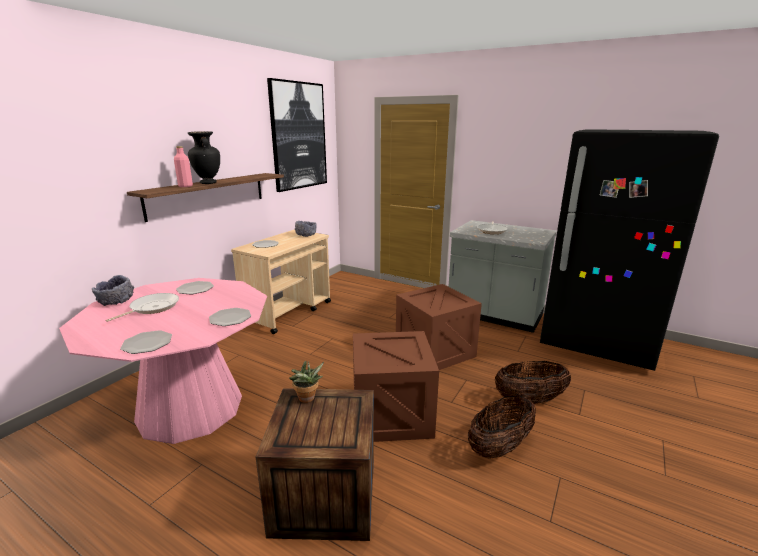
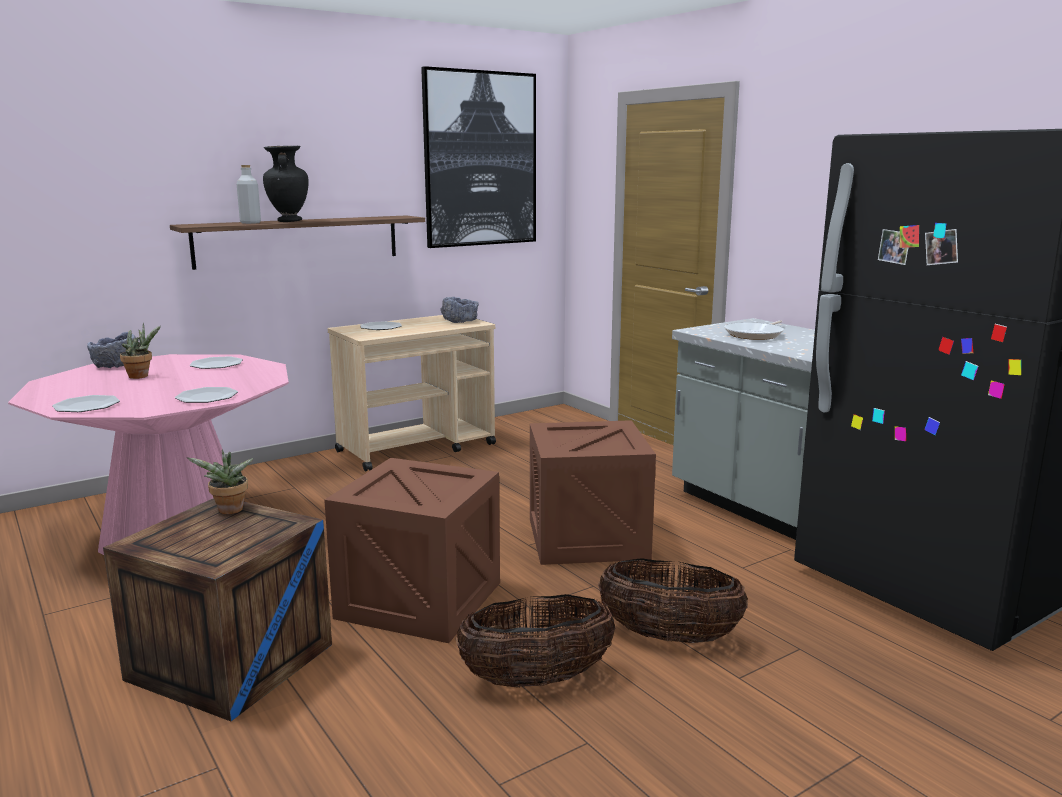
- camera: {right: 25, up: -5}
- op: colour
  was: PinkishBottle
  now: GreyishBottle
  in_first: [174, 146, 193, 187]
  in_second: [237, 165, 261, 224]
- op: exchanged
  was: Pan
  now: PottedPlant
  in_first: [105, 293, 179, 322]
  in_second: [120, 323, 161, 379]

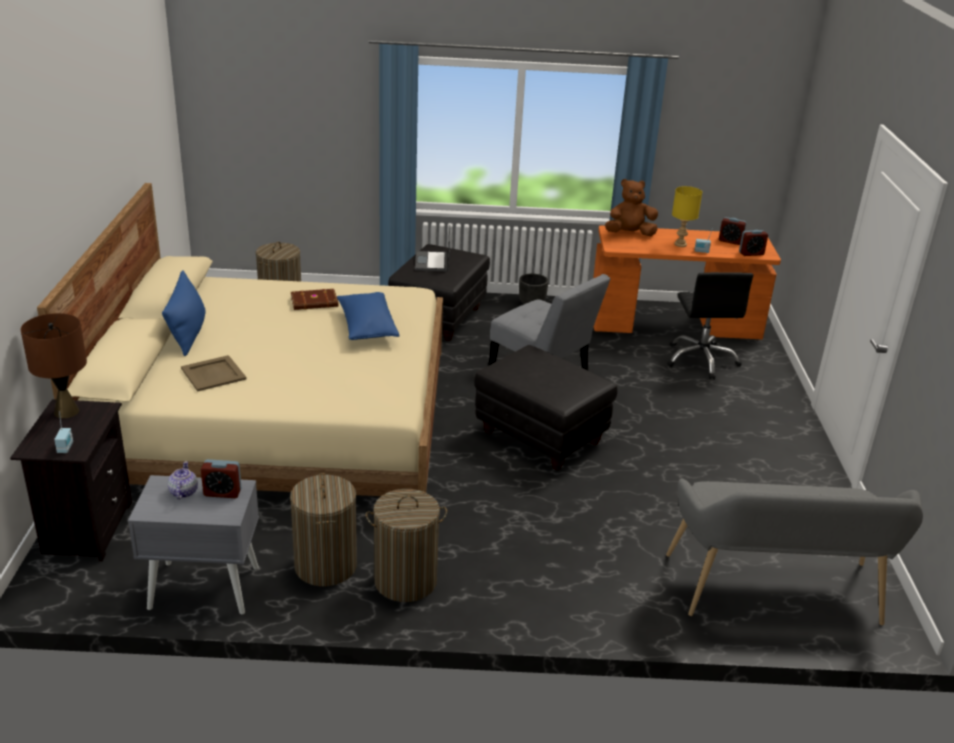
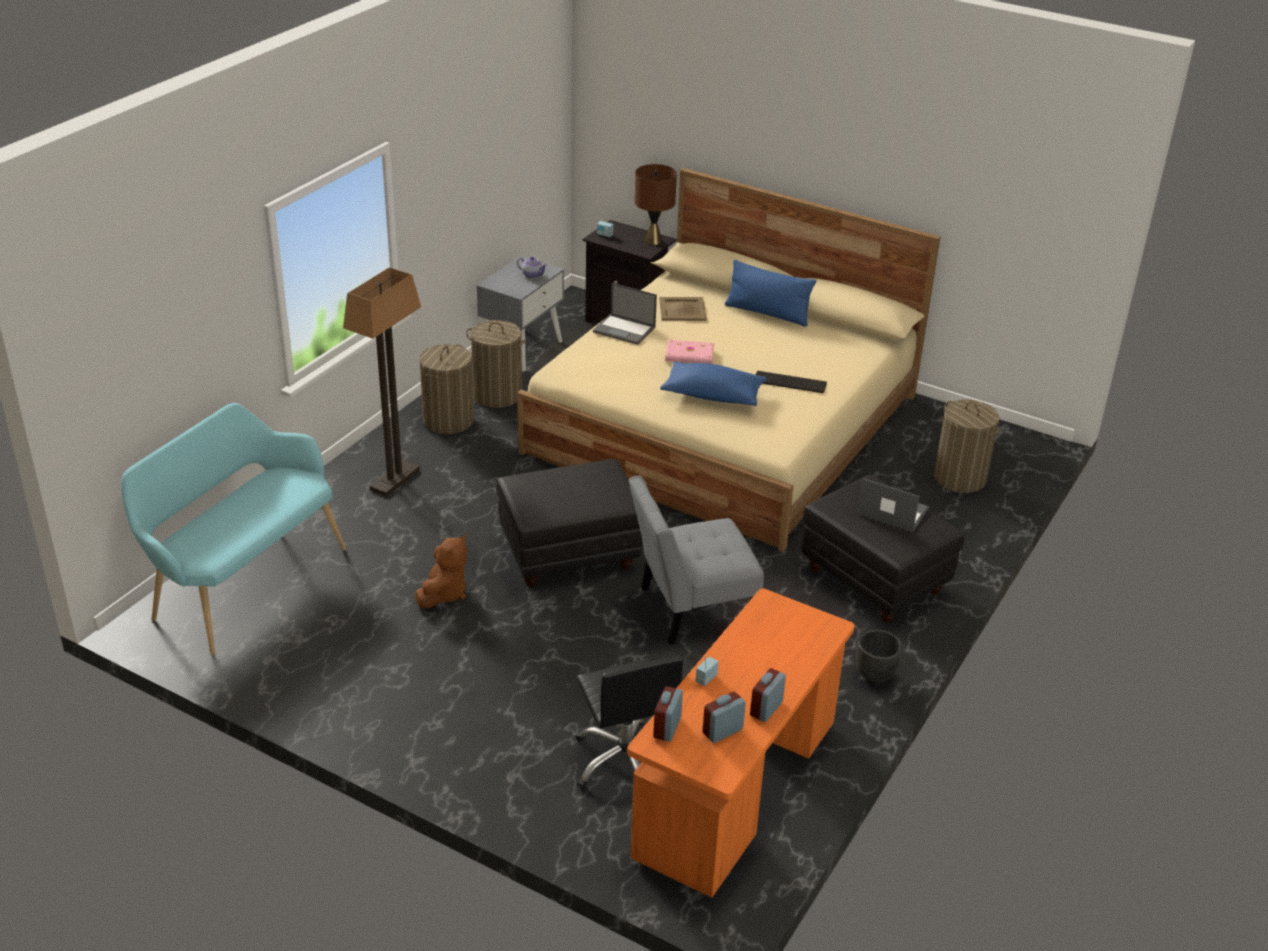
- camera: {right: 120, up: 5}
- op: relocated
  was: BrownishSoftToy
  in_first: [605, 179, 658, 236]
  in_second: [415, 535, 467, 608]
- op: missing
  was: YellowishTableLamp
  in_first: [672, 186, 702, 247]
- op: spun
  was: BlackishComputerChair
  in_first: [667, 272, 753, 379]
  in_second: [576, 656, 684, 790]
  clockwise: -135
- op: exchanged
  was: BrownishVolume
  now: PcKeyboard
  in_first: [291, 289, 339, 310]
  in_second: [756, 371, 827, 393]
- op: relocated
  was: TableClock
  in_first: [201, 459, 241, 498]
  in_second: [750, 668, 786, 722]
- op: colour
  was: GreyishBench
  now: TurquoiseColouredBench
  in_first: [666, 479, 923, 625]
  in_second: [121, 403, 346, 655]
- op: appeared
  now: StandardLamp
  in_second: [343, 267, 421, 497]
- op: appeared
  now: NotebookComputer
  in_second: [593, 283, 657, 345]
- op: appeared
  now: PinkishVolume
  in_second: [665, 340, 714, 364]

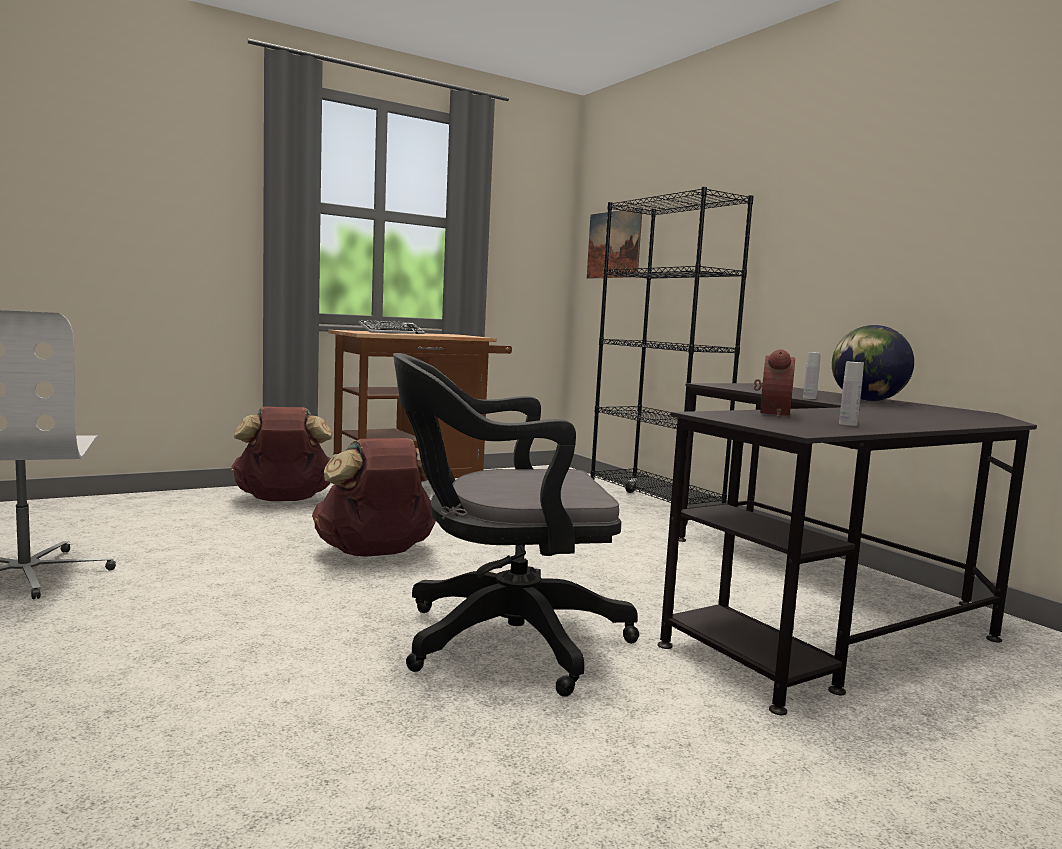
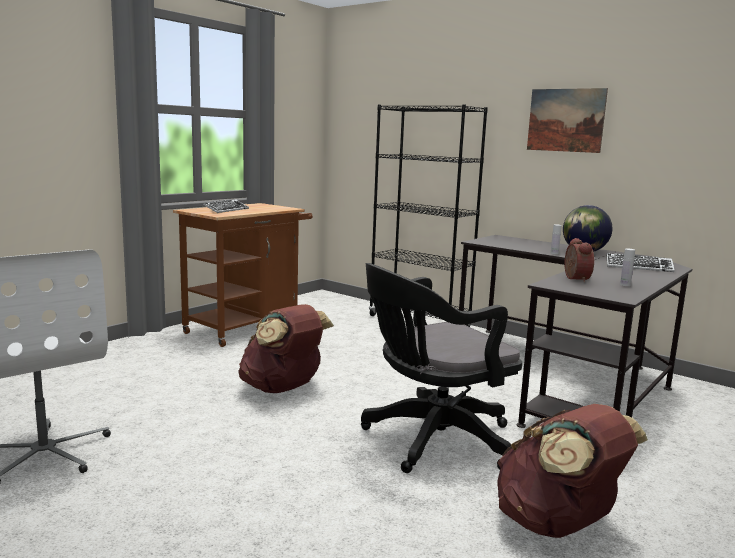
- camera: {right: -20, up: 5}
- op: relocated
  was: WallArt
  in_first: [587, 207, 642, 279]
  in_second: [527, 88, 608, 153]
- op: relocated
  was: BrownishRucksack
  in_first: [231, 407, 332, 501]
  in_second: [497, 404, 648, 538]
- op: appeared
  now: PcKeyboard
  in_second: [606, 253, 675, 272]

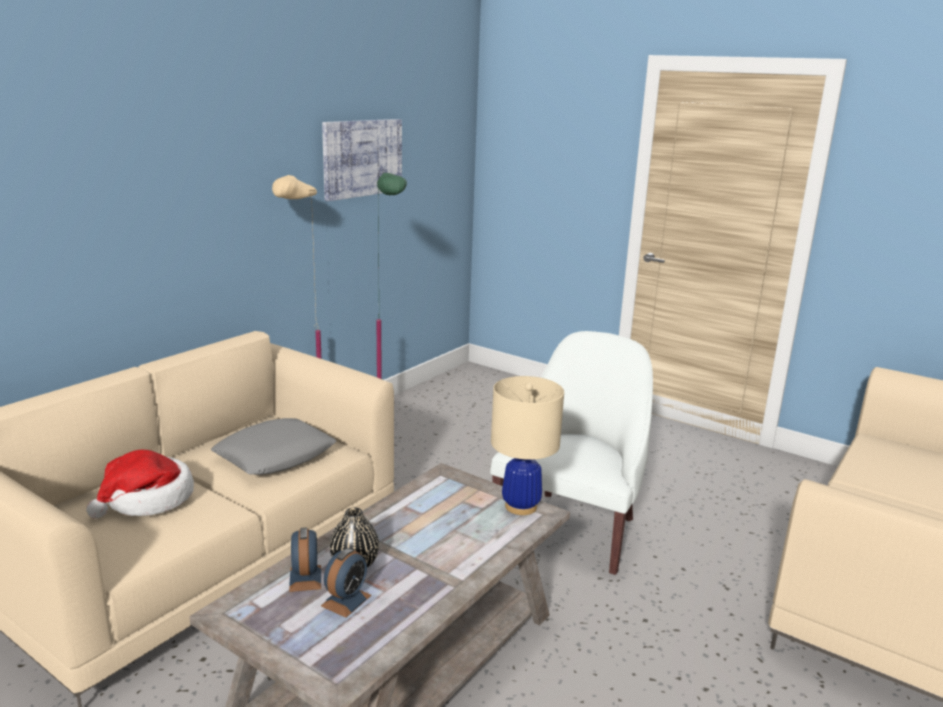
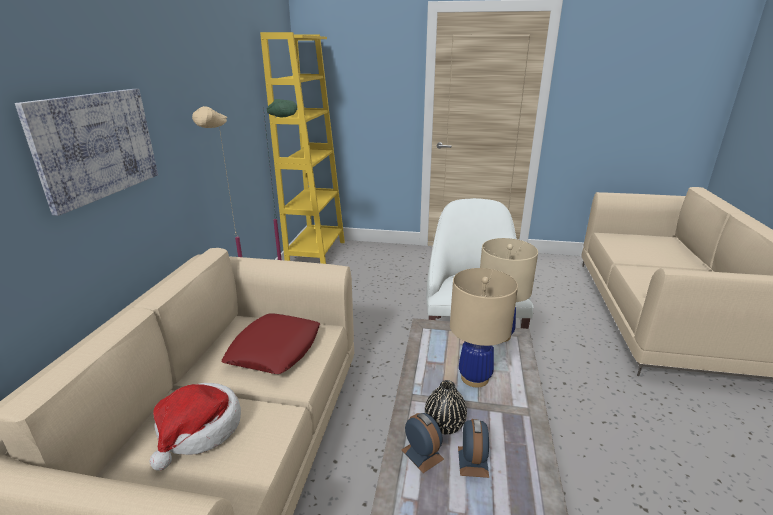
- camera: {right: -25, up: 5}
- op: relocated
  was: WallArt
  in_first: [322, 119, 402, 201]
  in_second: [15, 89, 158, 216]
- op: colour
  was: GreyishCushion
  now: ReddishCushion
  in_first: [211, 418, 336, 475]
  in_second: [222, 313, 320, 374]
- op: appeared
  now: YellowishBookshelf
  in_second: [260, 32, 345, 264]
- op: appeared
  now: BeigeTableLamp
  in_second: [450, 268, 518, 388]

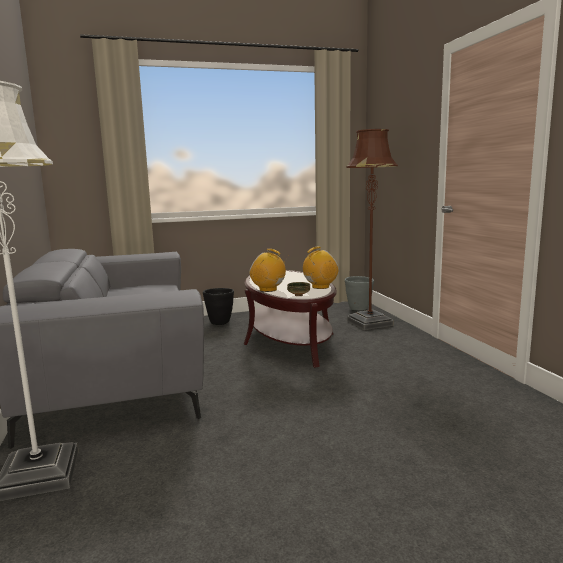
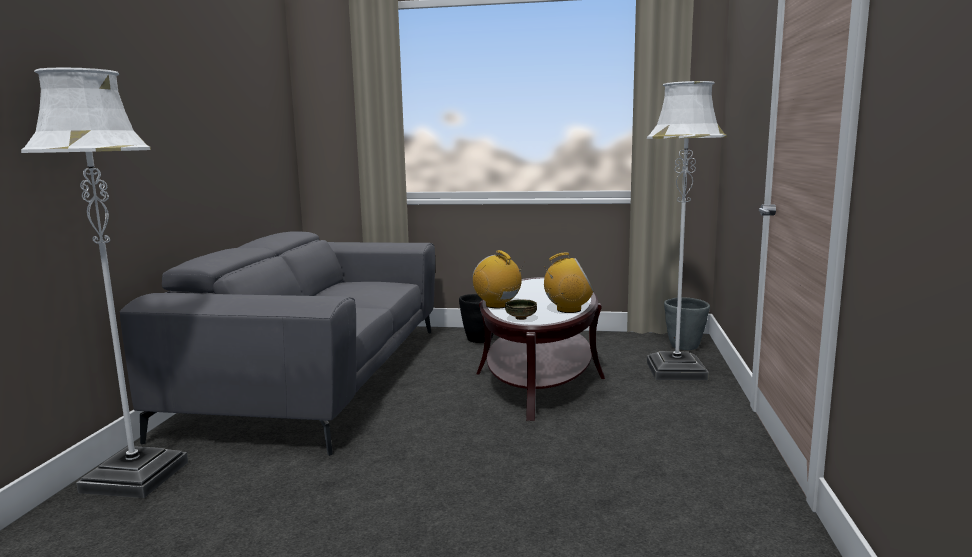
- camera: {right: 25, up: 0}
- op: colour
  was: BrownishStandardLamp
  now: WhitishStandardLamp
  in_first: [346, 129, 398, 330]
  in_second: [647, 81, 727, 380]

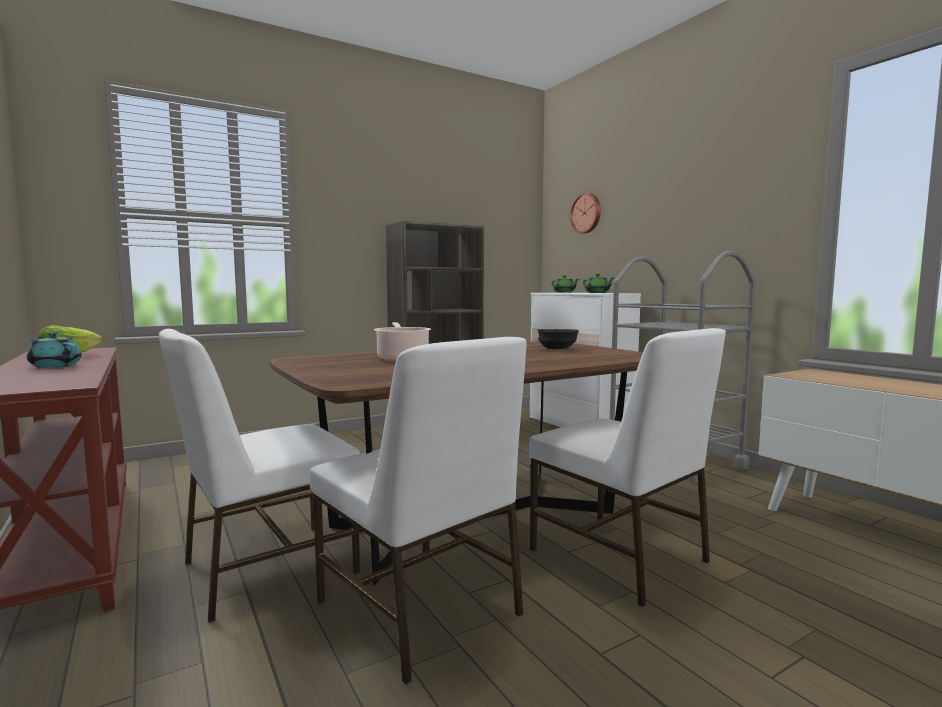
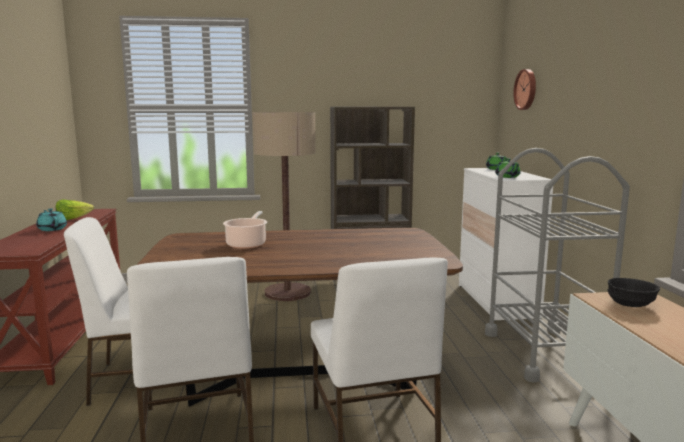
- camera: {right: 25, up: 5}
- op: relocated
  was: BlackishDeepDish
  in_first: [538, 329, 579, 349]
  in_second: [607, 278, 660, 307]
- op: appeared
  now: StandardLamp
  in_second: [252, 112, 316, 301]

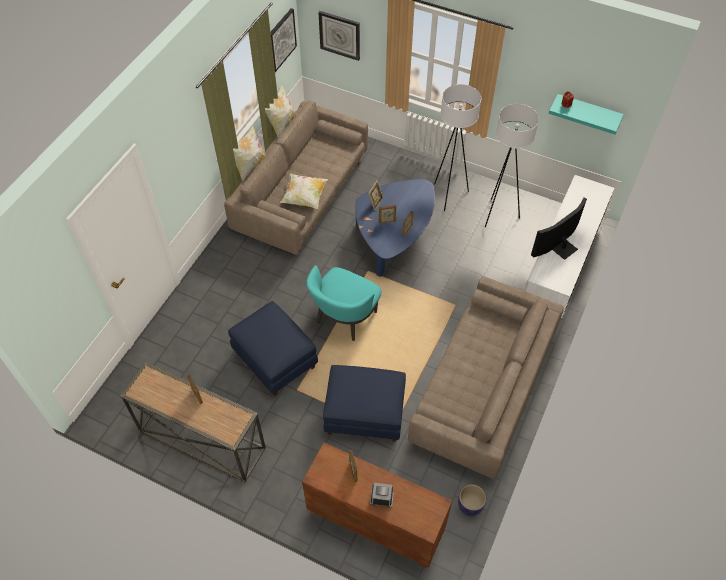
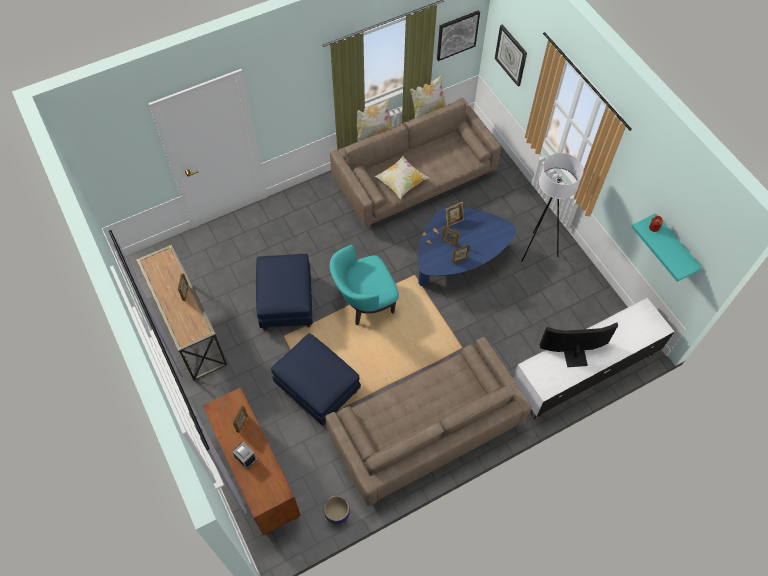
- camera: {right: 35, up: 5}
- op: missing
  was: WhitishStandardLamp
  in_first: [485, 104, 539, 227]

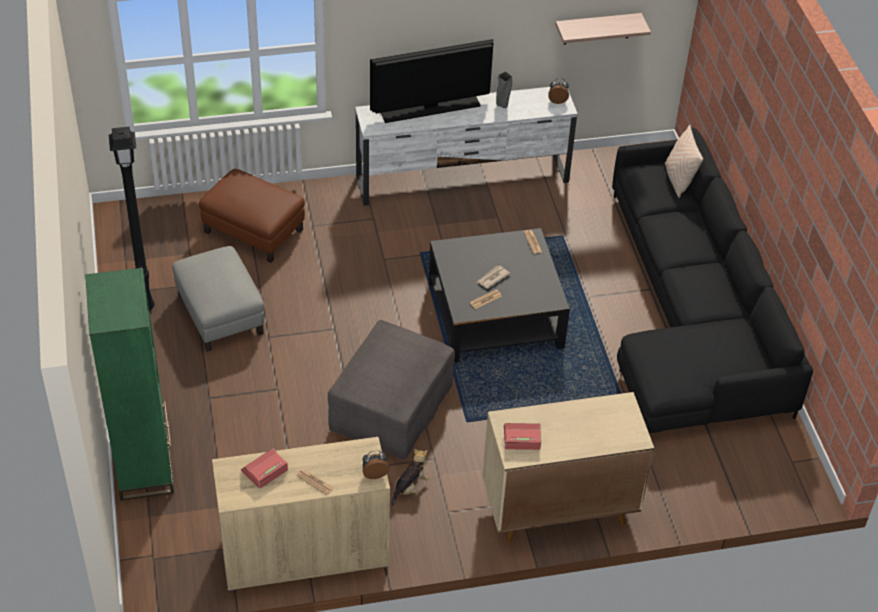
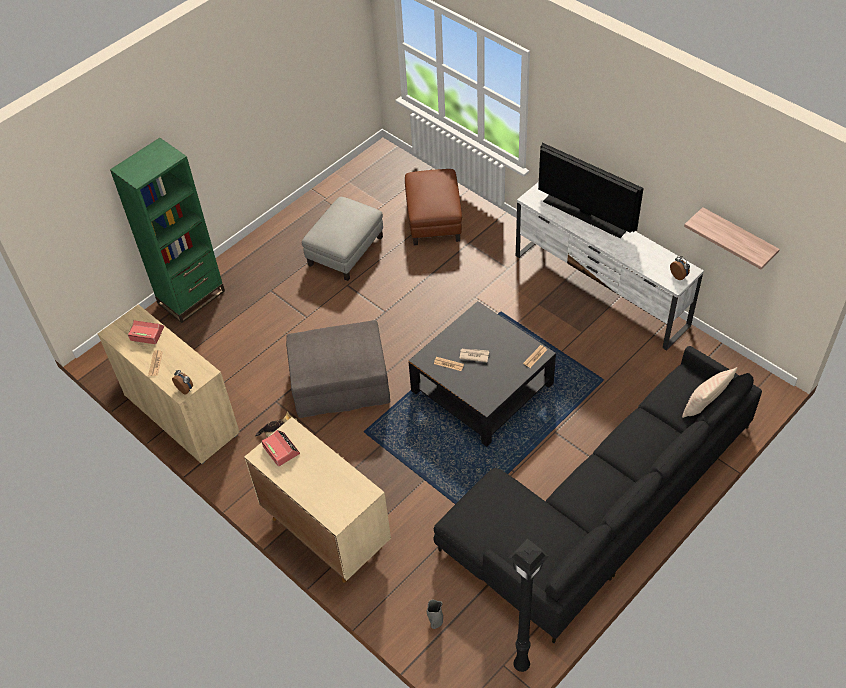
- camera: {right: 60, up: 5}
- op: relocated
  was: GreyishVase
  in_first: [496, 72, 512, 108]
  in_second: [427, 600, 443, 629]
- op: relocated
  was: BlackishStandardLamp
  in_first: [109, 127, 155, 311]
  in_second: [508, 539, 549, 672]

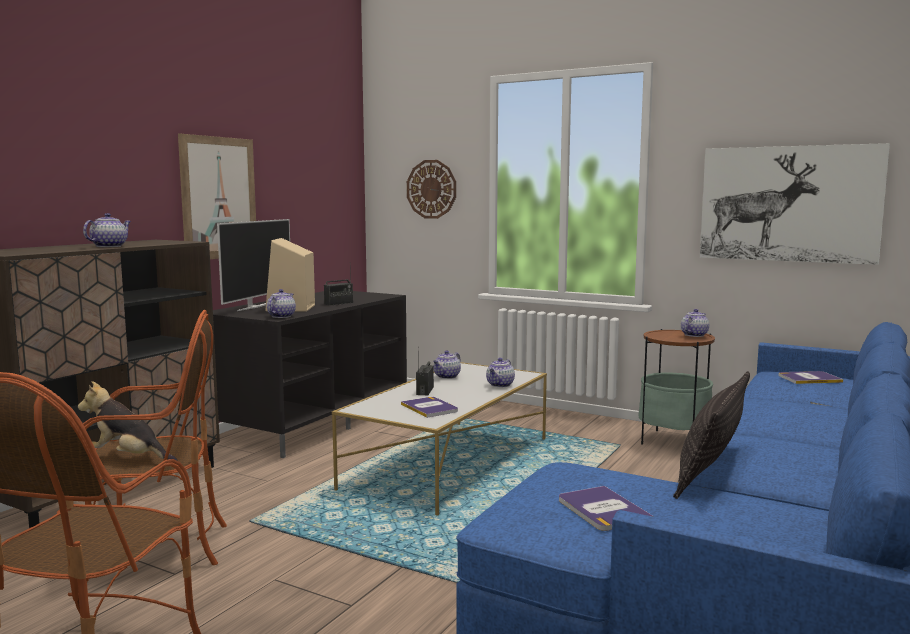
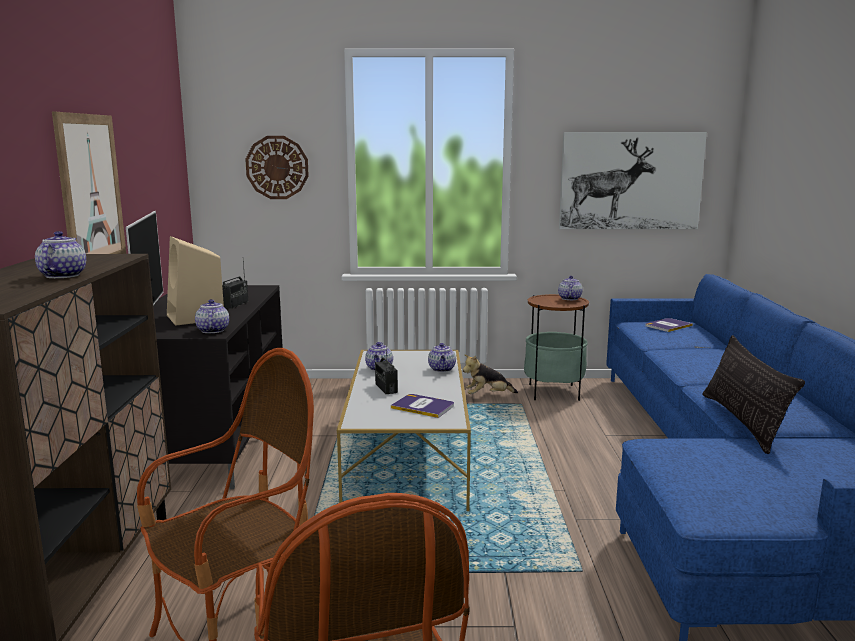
- camera: {right: -30, up: 5}
- op: relocated
  was: SoftToy
  in_first: [78, 381, 177, 460]
  in_second: [463, 354, 518, 394]
- op: missing
  was: Volume
  in_first: [559, 486, 653, 531]

